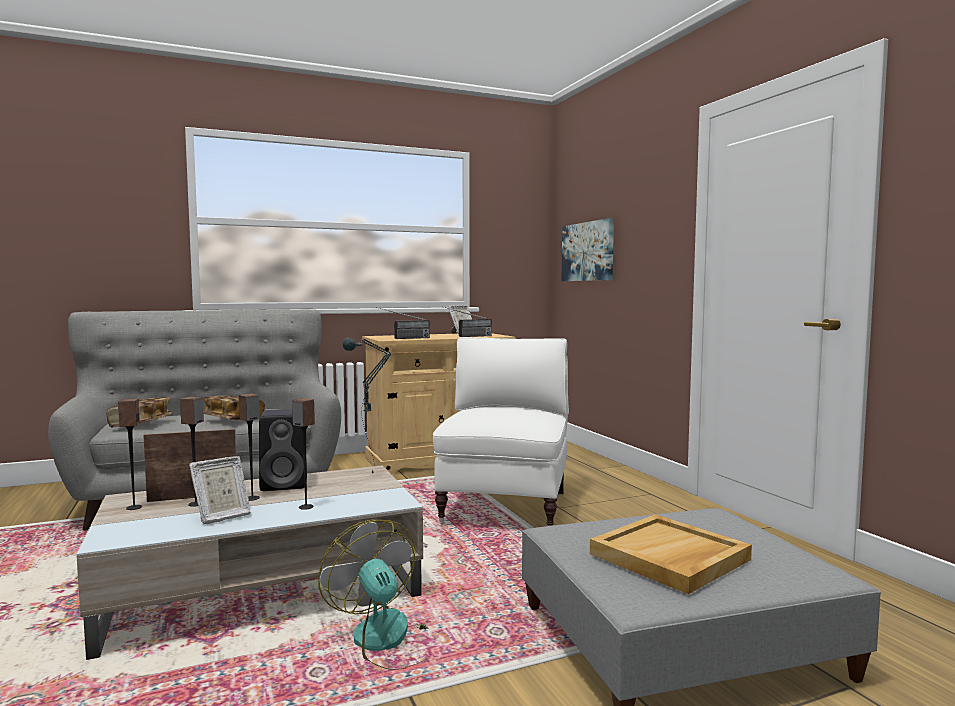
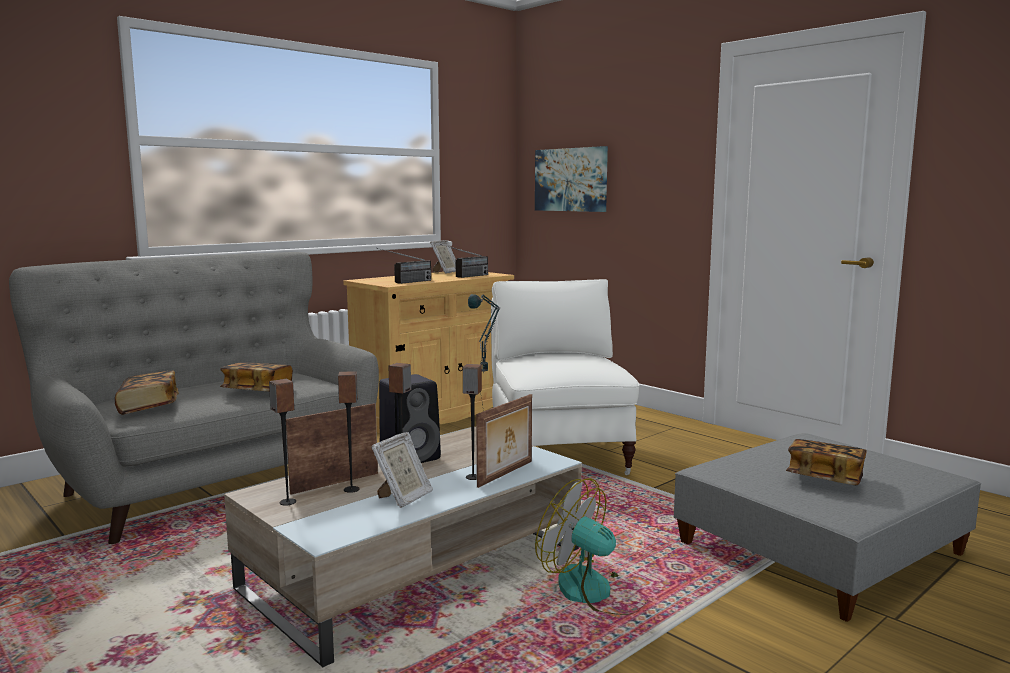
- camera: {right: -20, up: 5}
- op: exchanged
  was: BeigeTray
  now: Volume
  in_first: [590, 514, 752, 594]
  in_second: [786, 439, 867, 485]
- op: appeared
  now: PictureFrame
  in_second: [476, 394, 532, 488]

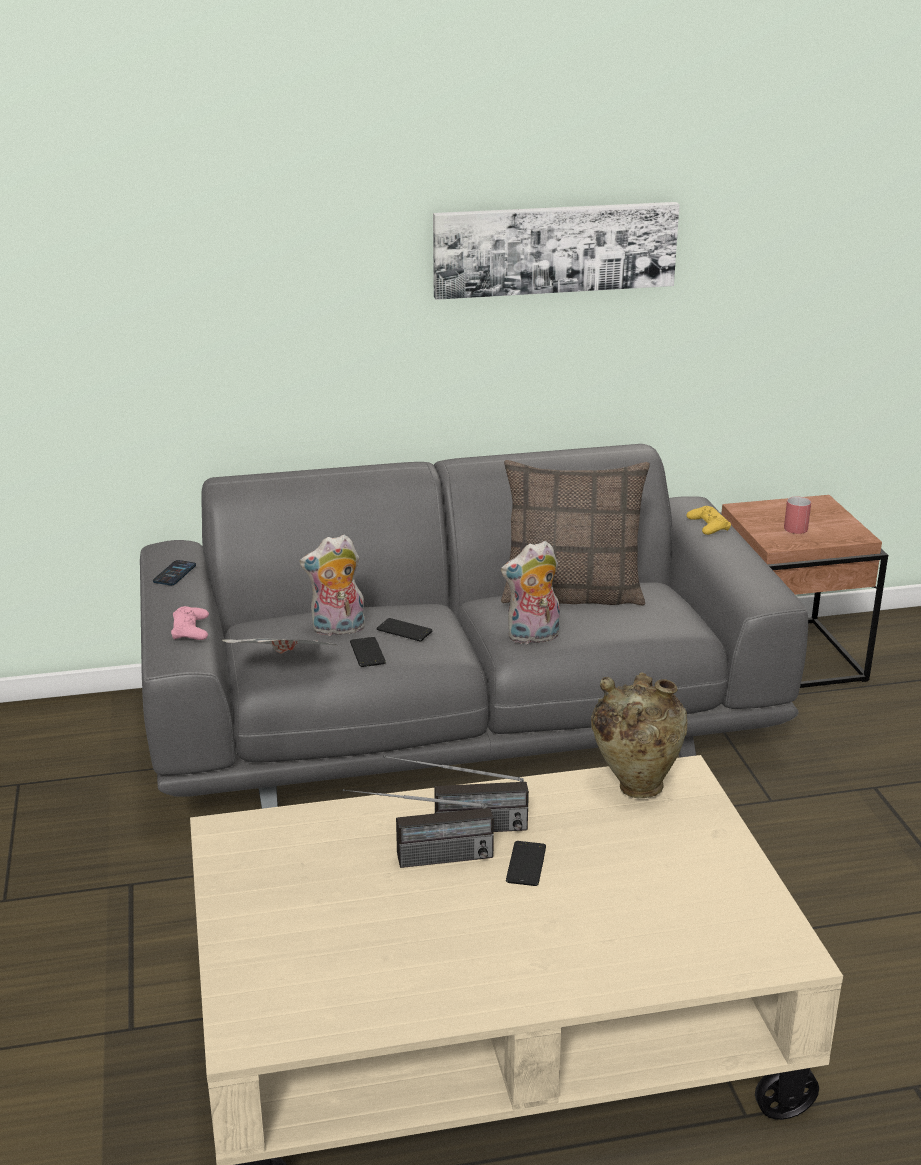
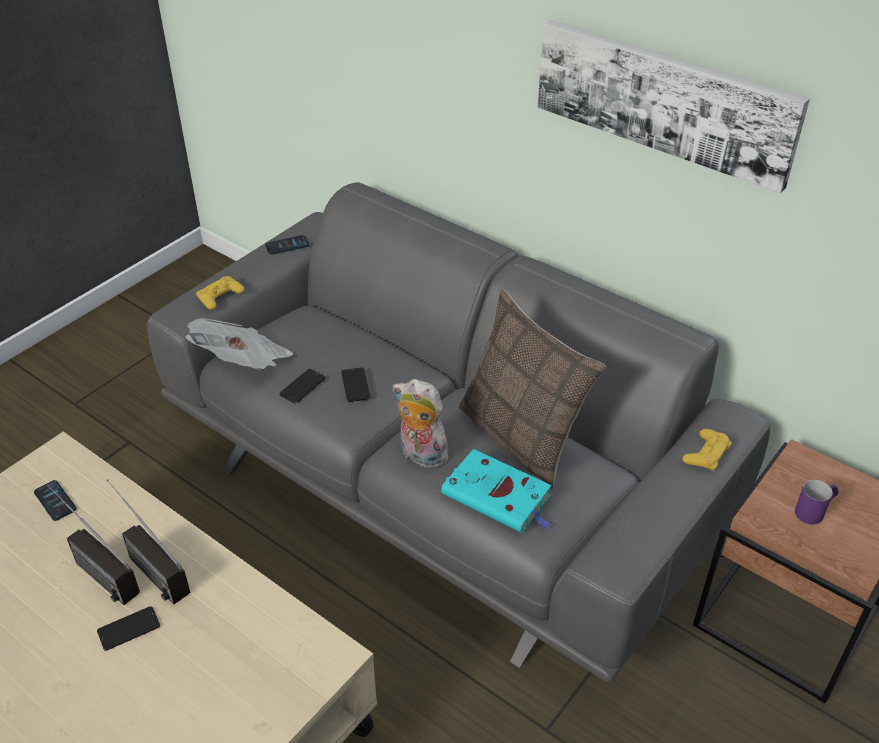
- camera: {right: 50, up: 15}
- op: colour
  was: ReddishTeaMug
  now: PurplishTeaMug
  in_first: [784, 497, 811, 534]
  in_second: [795, 480, 838, 524]
- op: missing
  was: SoftToy
  in_first: [300, 535, 365, 636]
- op: colour
  was: PinkishGamepad
  now: YellowishGamepad
  in_first: [171, 606, 209, 640]
  in_second: [196, 276, 245, 310]
- op: missing
  was: BeigeVase
  in_first: [591, 672, 687, 798]
- op: appeared
  now: TurquoiseColouredVolume
  in_second: [441, 449, 552, 533]
- op: appeared
  now: Phone
  in_second: [34, 480, 77, 521]

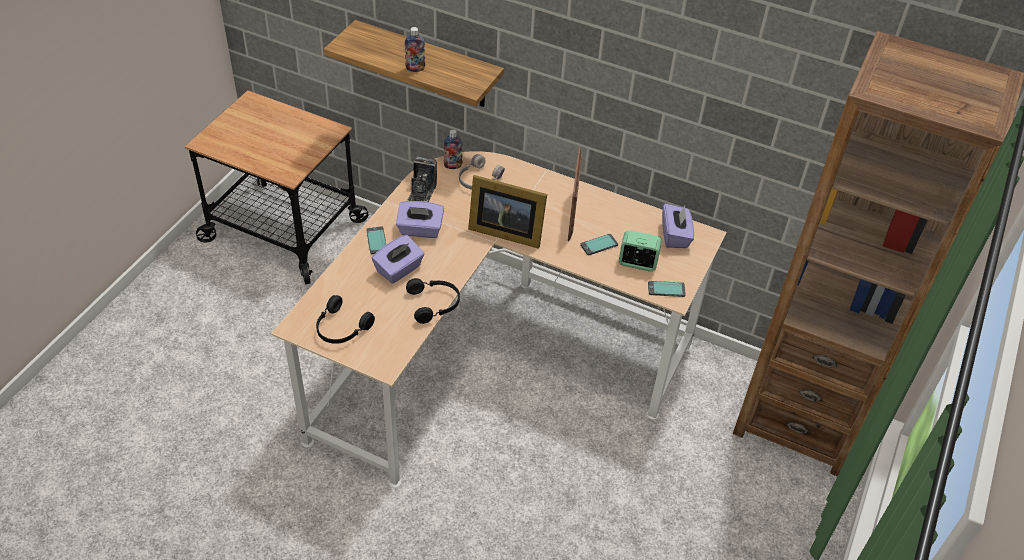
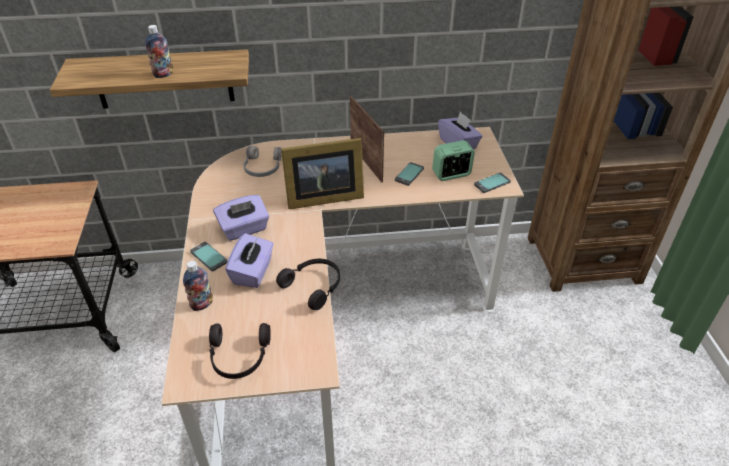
- camera: {right: -30, up: -5}
- op: relocated
  was: Bottle
  in_first: [443, 129, 463, 169]
  in_second: [183, 261, 213, 311]
- op: missing
  was: StillCamera
  in_first: [407, 157, 437, 202]

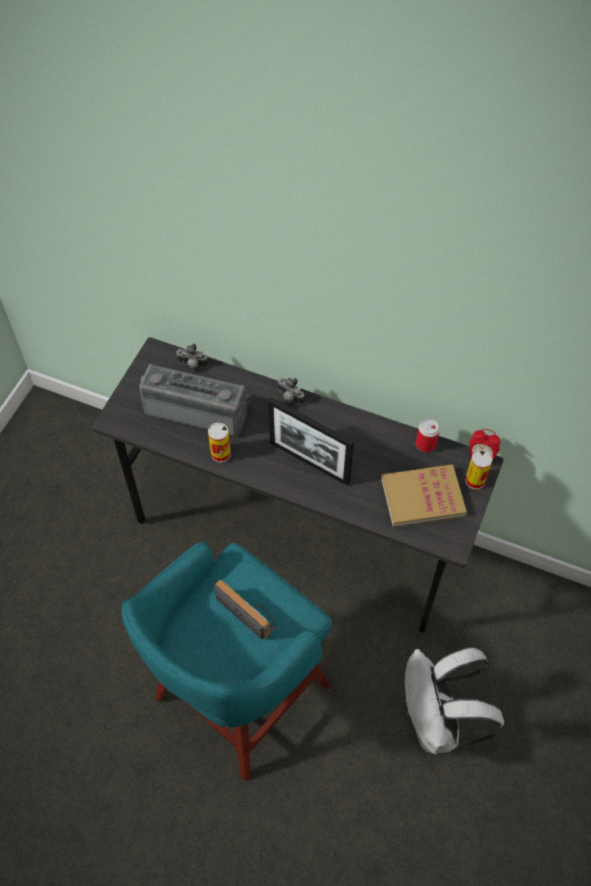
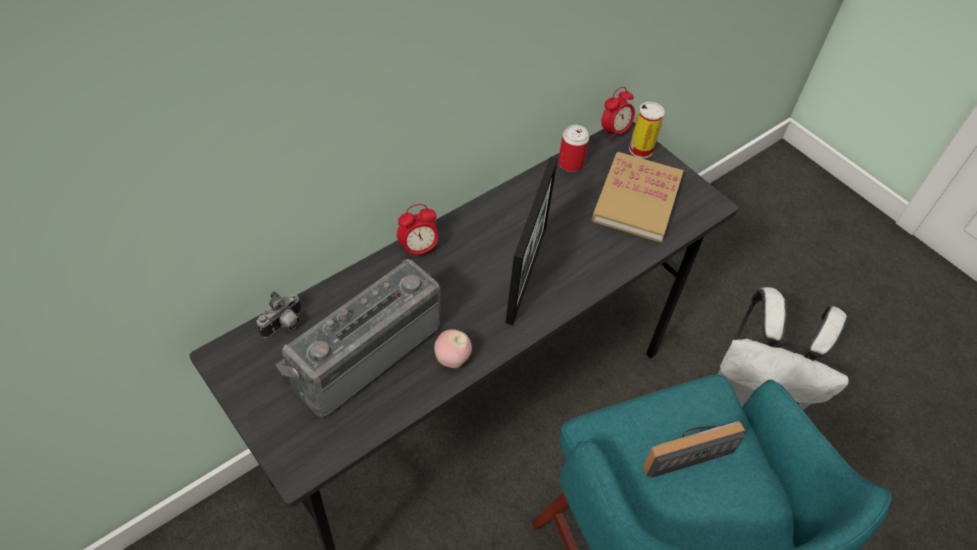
- camera: {right: -65, up: -5}
- op: exchanged
  was: StillCamera
  now: TableClock
  in_first: [277, 377, 304, 405]
  in_second: [397, 204, 439, 259]
- op: spun
  was: PictureFrame
  in_first: [268, 397, 354, 486]
  in_second: [505, 157, 558, 325]
  clockwise: -45
- op: exchanged
  was: SealedCan
  now: WholeApple
  in_first: [208, 423, 231, 463]
  in_second: [434, 329, 472, 368]

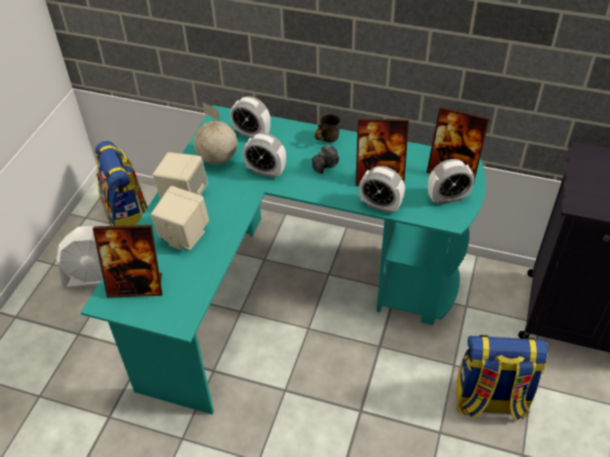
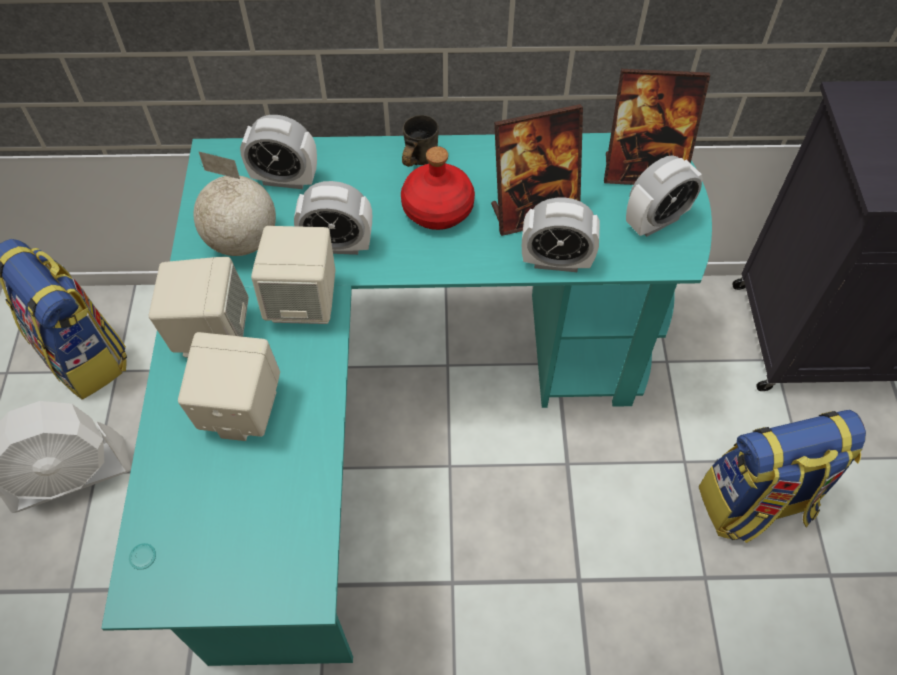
- camera: {right: -20, up: 10}
- op: exchanged
  was: StillCamera
  now: ReddishBottle
  in_first: [312, 145, 339, 174]
  in_second: [401, 146, 475, 230]
- op: missing
  was: PictureFrame
  in_first: [93, 225, 162, 298]
- op: appeared
  now: BeigeSpeaker
  in_second: [251, 226, 335, 324]

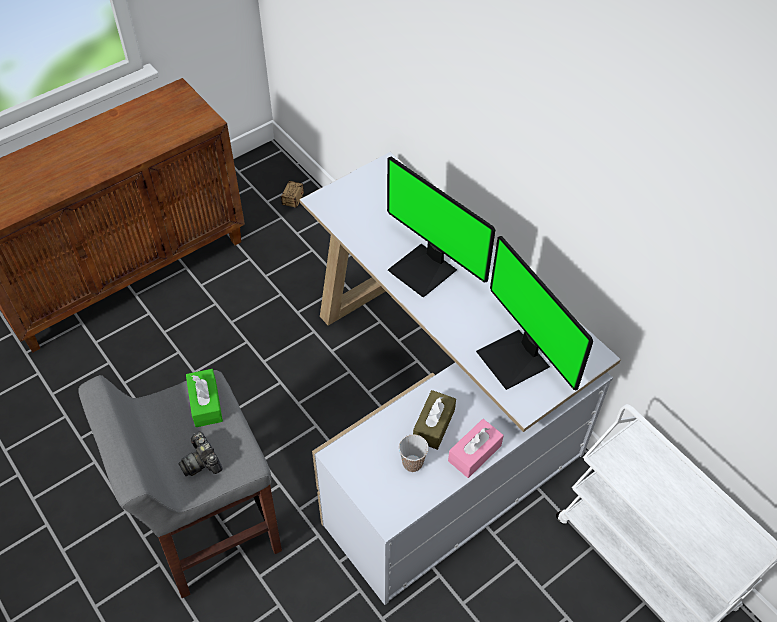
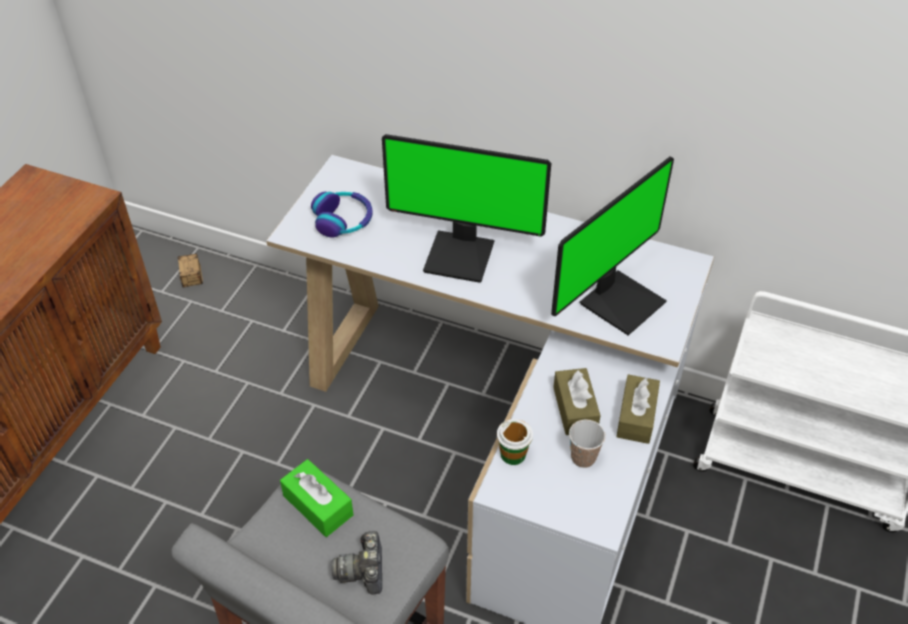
- camera: {right: -30, up: -5}
- op: spun
  was: ComputerDisplay
  in_first: [476, 236, 593, 390]
  in_second: [551, 156, 674, 335]
  clockwise: -75
- op: colour
  was: PinkishBoxOfTissues
  now: BrownishBoxOfTissues
  in_first: [448, 419, 504, 478]
  in_second: [616, 374, 660, 444]
- op: spun
  was: StillCamera
  in_first: [178, 432, 222, 476]
  in_second: [332, 530, 382, 595]
  clockwise: 60
- op: appeared
  now: Headset
  in_second: [311, 192, 373, 238]
- op: appeared
  now: SmallCup
  in_second: [497, 419, 533, 465]

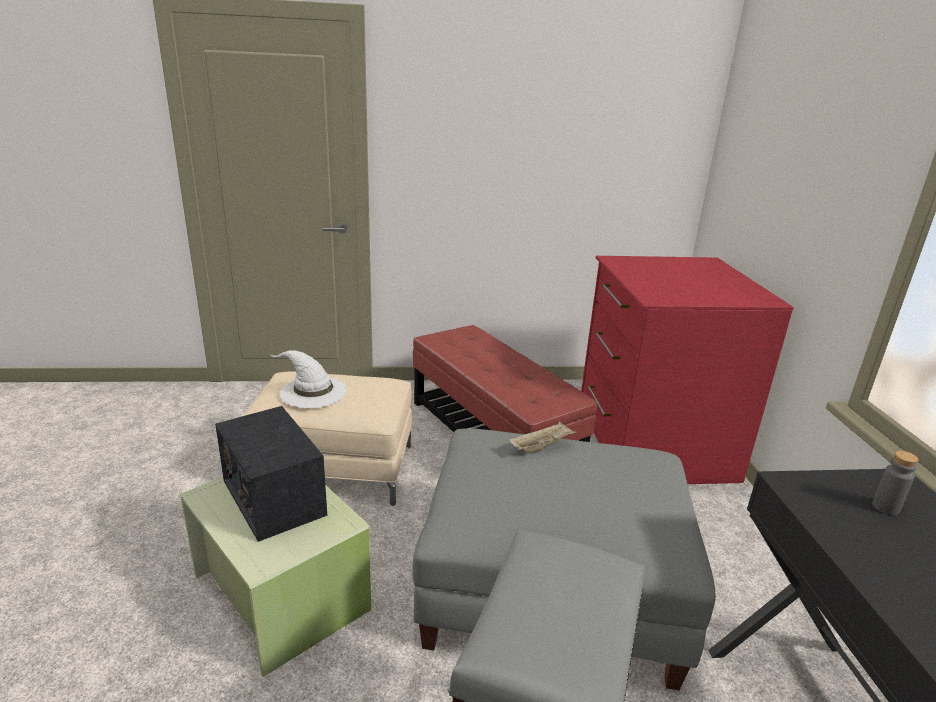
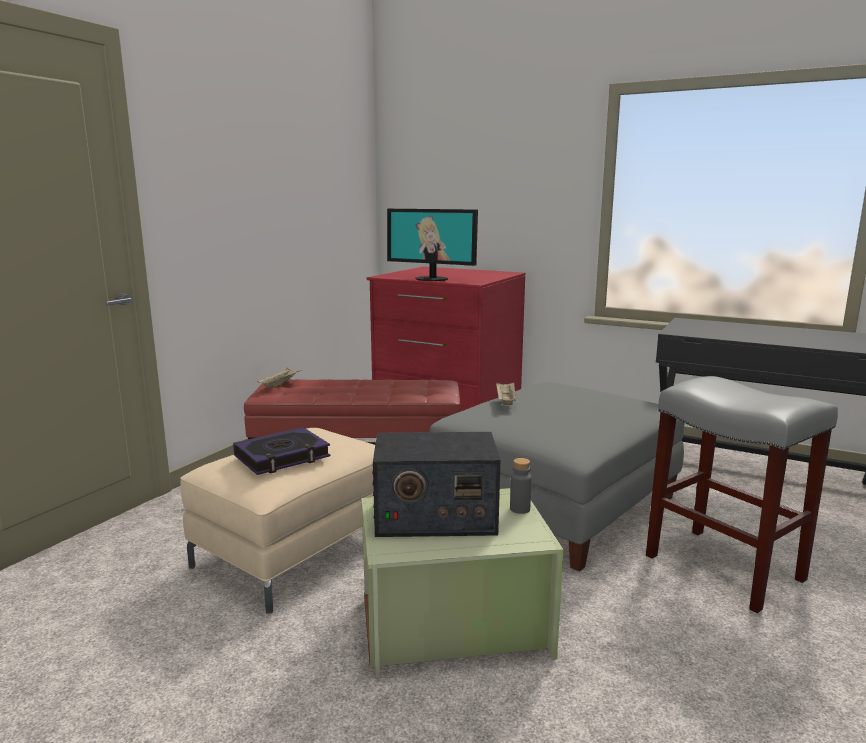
- camera: {right: -55, up: -10}
- op: exchanged
  was: WhitishHat
  now: Volume
  in_first: [271, 350, 347, 408]
  in_second: [233, 427, 330, 475]
- op: relocated
  was: GreyishBottle
  in_first: [872, 451, 919, 515]
  in_second: [510, 458, 532, 514]
- op: appeared
  now: ComputerDisplay
  in_second: [387, 209, 478, 281]
- op: appeared
  now: BeigeTray
  in_second: [257, 368, 302, 388]

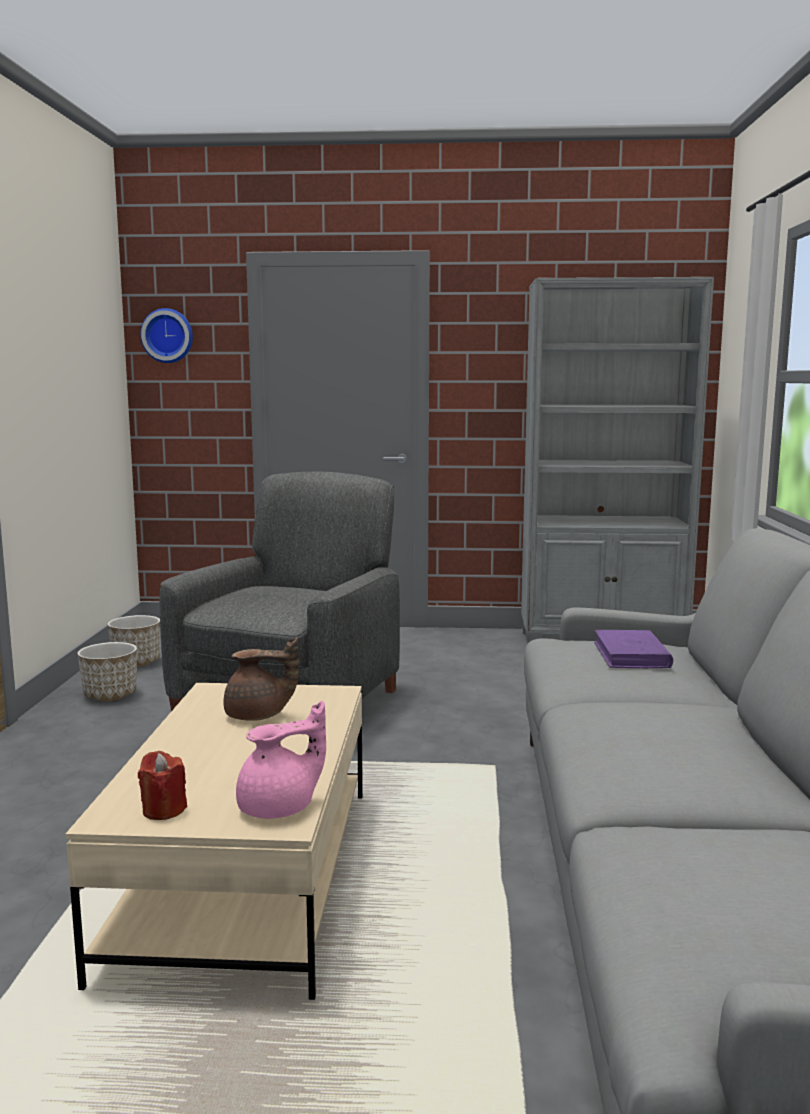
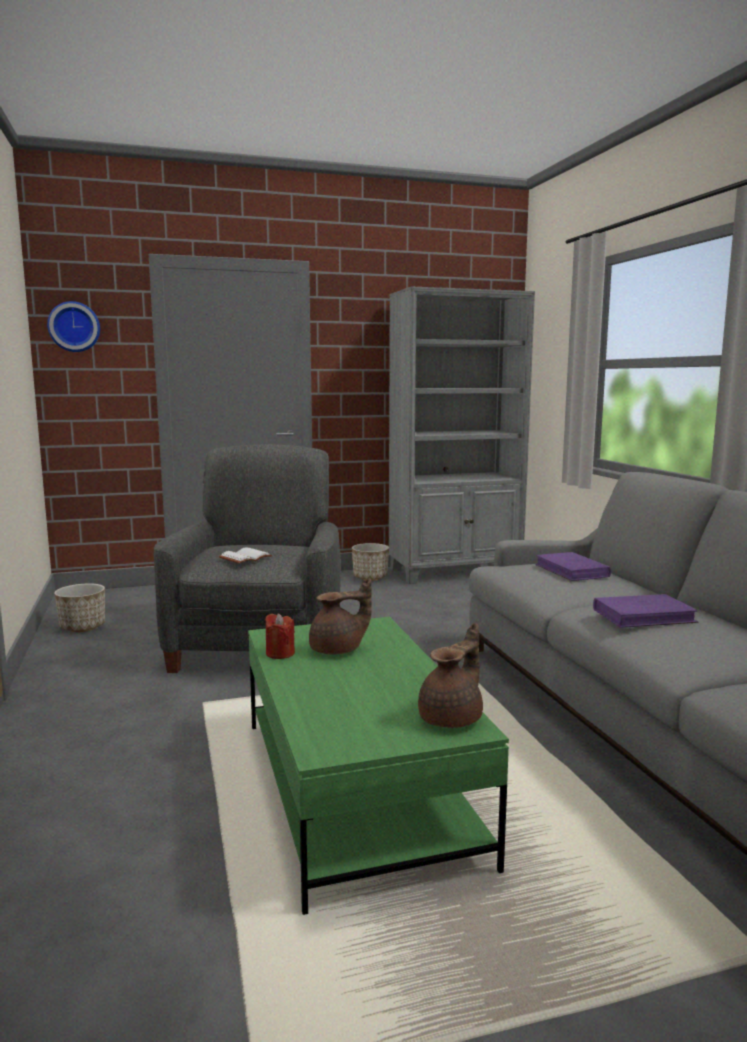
- camera: {right: -20, up: 0}
- op: relocated
  was: PlantPot
  in_first: [77, 642, 137, 701]
  in_second: [352, 543, 389, 581]
- op: colour
  was: BeigeCoffeeTable
  now: GreenCoffeeTable
  in_first: [65, 683, 363, 1000]
  in_second: [248, 617, 509, 915]
- op: colour
  was: PinkishTeaPot
  now: BrownishTeaPot
  in_first: [236, 701, 326, 819]
  in_second: [418, 623, 483, 728]
- op: relocated
  was: ReddishWaxLight
  in_first: [138, 751, 187, 820]
  in_second: [265, 614, 295, 659]
- op: appeared
  now: WhitishVolume
  in_second: [219, 548, 272, 564]
- op: appeared
  now: PurplishVolume
  in_second: [593, 594, 699, 628]

